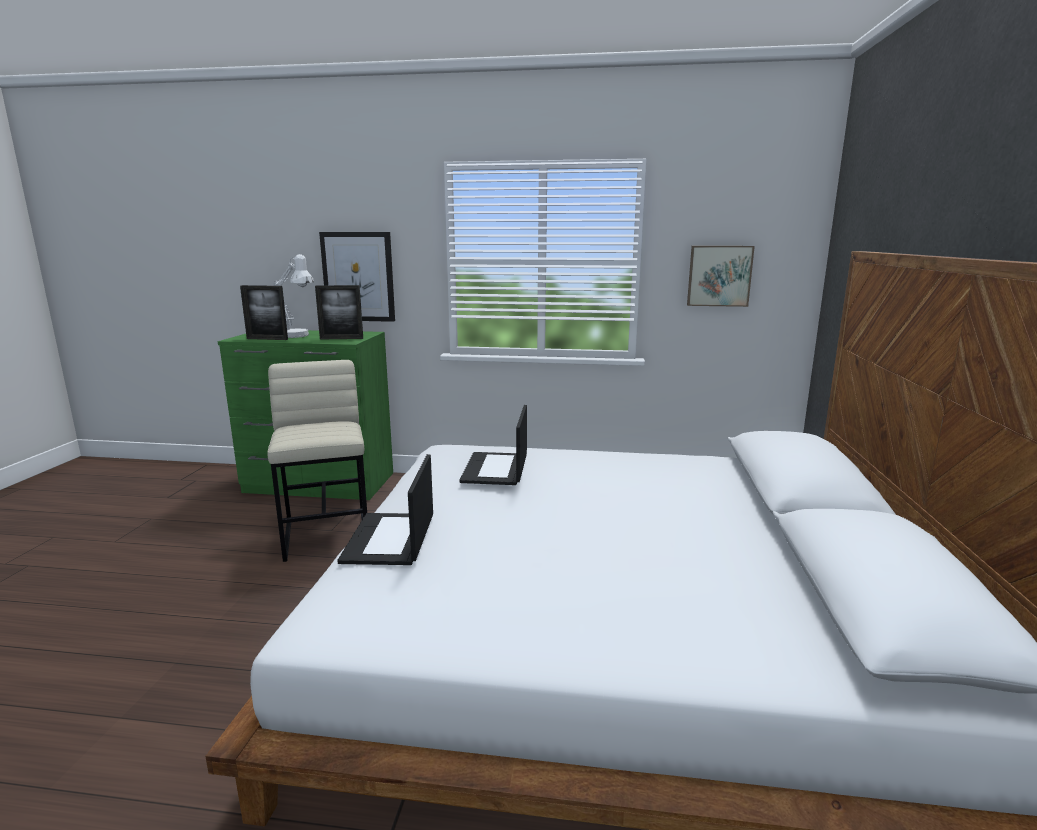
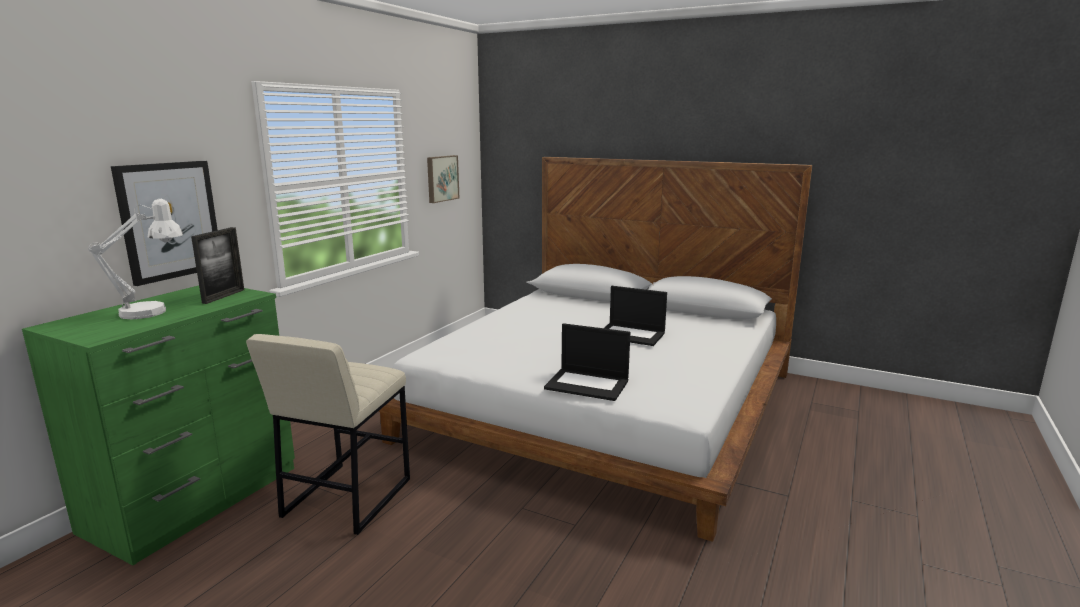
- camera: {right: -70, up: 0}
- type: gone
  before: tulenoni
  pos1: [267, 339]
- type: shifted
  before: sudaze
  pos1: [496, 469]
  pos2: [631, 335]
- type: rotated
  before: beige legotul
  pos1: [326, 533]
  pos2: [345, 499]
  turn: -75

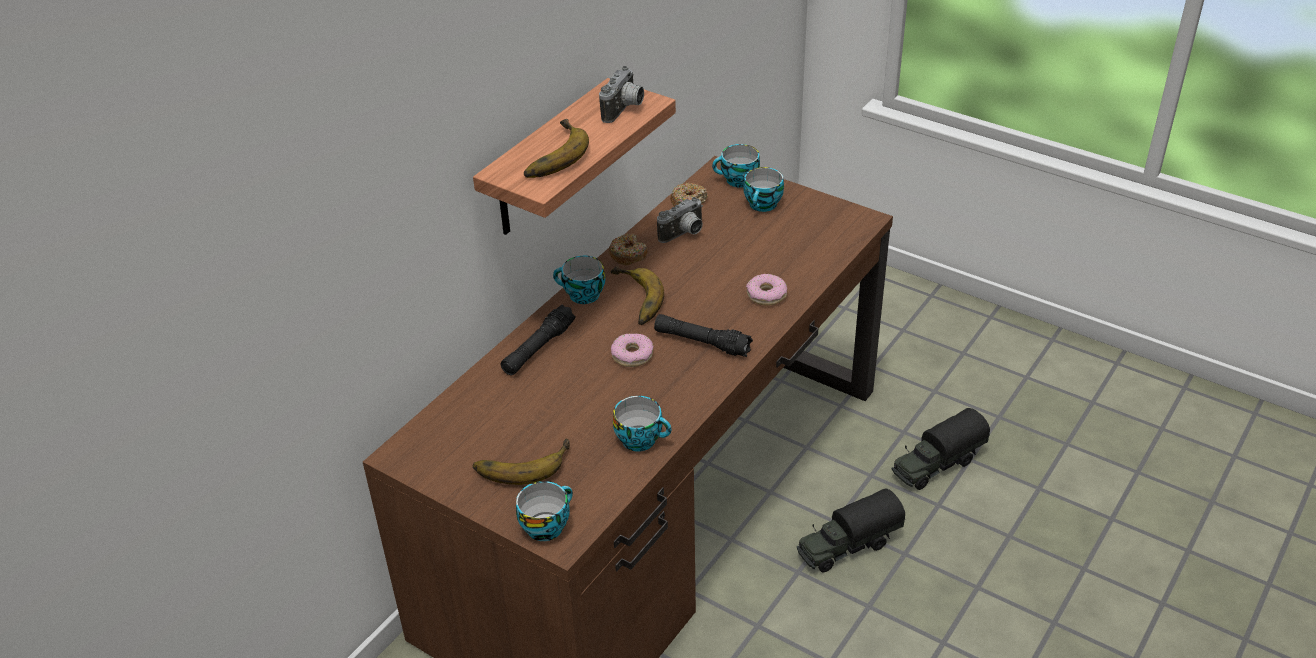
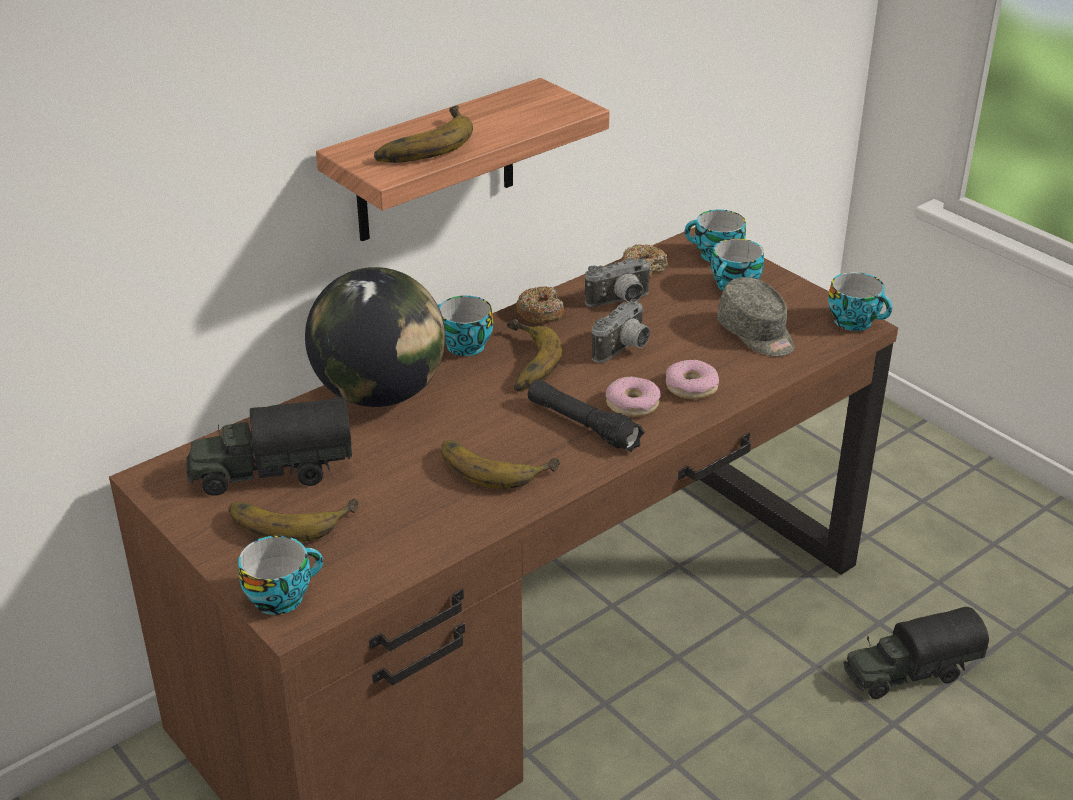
- camera: {right: 15, up: -5}
- type: new
  after: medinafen
  pos2: [496, 464]
- type: new
  after: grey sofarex
  pos2: [756, 334]
- type: shifted
  before: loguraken
  pos1: [625, 110]
  pos2: [624, 350]
- type: shifted
  before: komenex
  pos1: [632, 355]
  pos2: [632, 404]
- type: shifted
  before: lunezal
  pos1: [641, 439]
  pos2: [856, 321]
- type: shifted
  before: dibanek
  pos1: [847, 546]
  pos2: [271, 473]
- type: swapped
  before: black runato
  after: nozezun
  pos1: [538, 349]
  pos2: [380, 394]

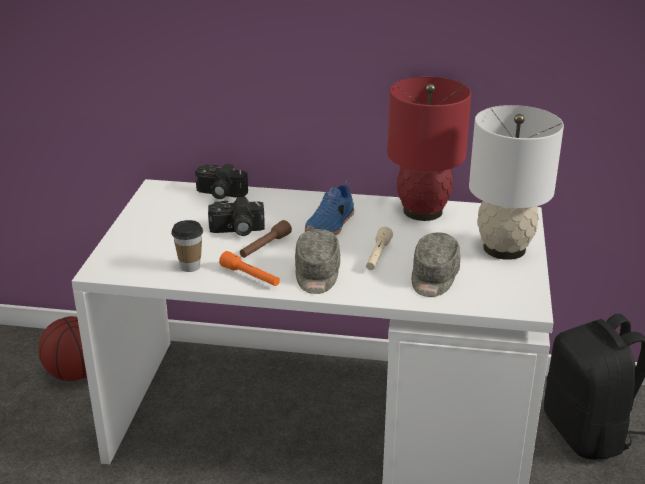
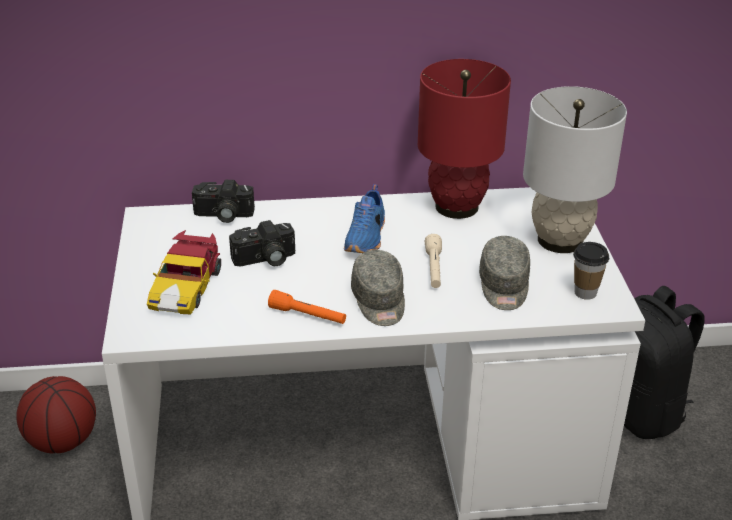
- camera: {right: -15, up: 5}
- type: gone
  before: brown runato
  pos1: [265, 246]
- type: new
  after: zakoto
  pos2: [186, 288]
- type: shifted
  before: lunezal
  pos1: [190, 266]
  pos2: [585, 293]

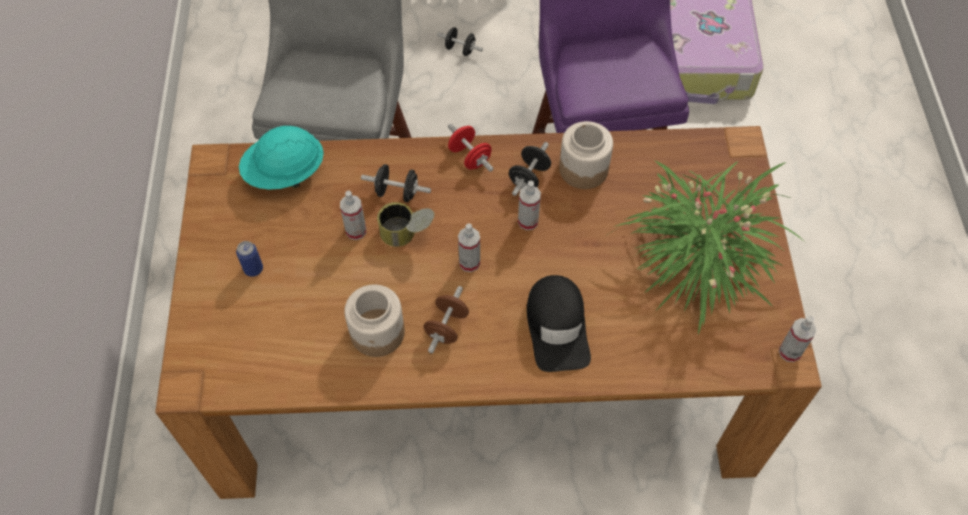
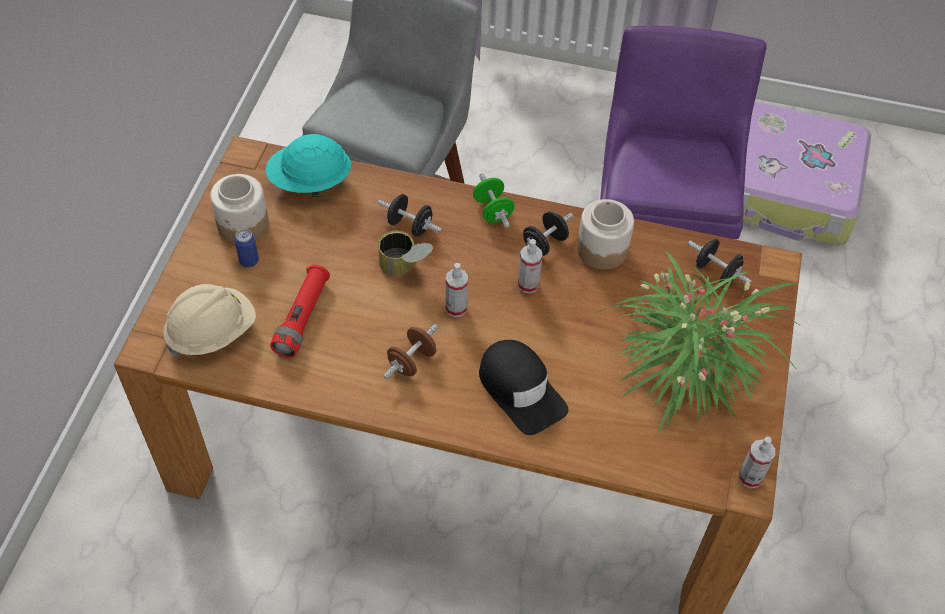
- camera: {right: 15, up: -5}
- type: gone
  before: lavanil
  pos1: [356, 231]
- type: new
  after: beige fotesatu
  pos2: [212, 332]
- type: new
  after: red runato
  pos2: [302, 318]
- type: shifted
  before: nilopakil
  pos1: [378, 333]
  pos2: [243, 225]
- type: shifted
  before: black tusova
  pos1: [460, 49]
  pos2: [716, 272]
- type: repainted
  before: red tusova
  after: green tusova
  pos1: [470, 157]
  pos2: [493, 211]
- type: rotated
  before: black sofarex
  pos1: [557, 327]
  pos2: [520, 390]
  turn: -45

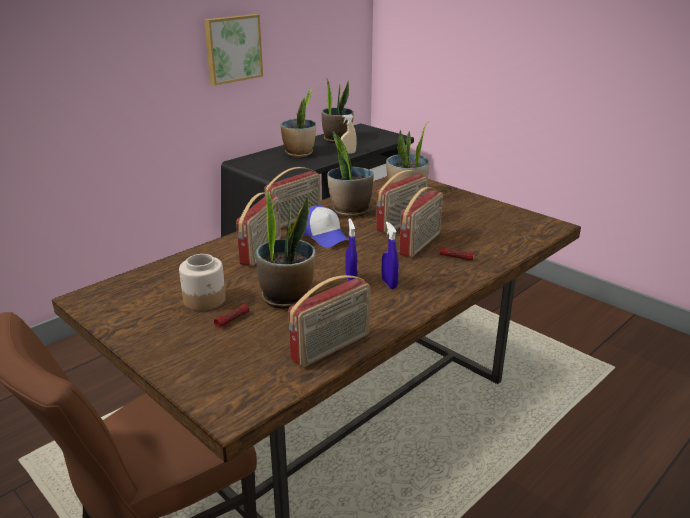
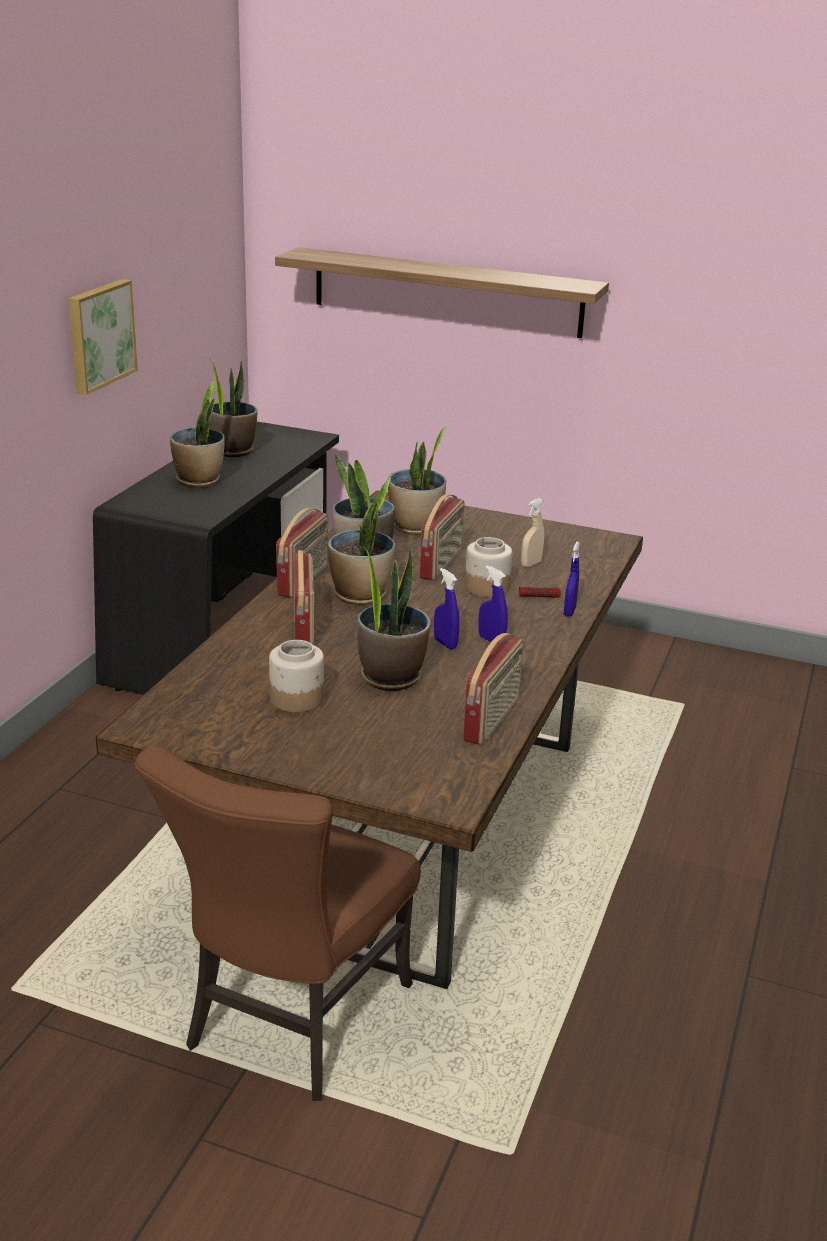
- camera: {right: -25, up: 0}
- type: gone
  before: runato
  pos1: [232, 320]
- type: new
  after: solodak
  pos2: [446, 292]
- type: new
  after: blue lavanil
  pos2: [569, 612]
- type: shifted
  before: beige lavanil
  pos1: [348, 153]
  pos2: [531, 564]
- type: swapped
  before: sofarex
  after: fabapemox
  pos1: [323, 235]
  pos2: [361, 595]
- type: swapped
  before: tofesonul
  after: nilopakil
  pos1: [421, 244]
  pos2: [486, 587]

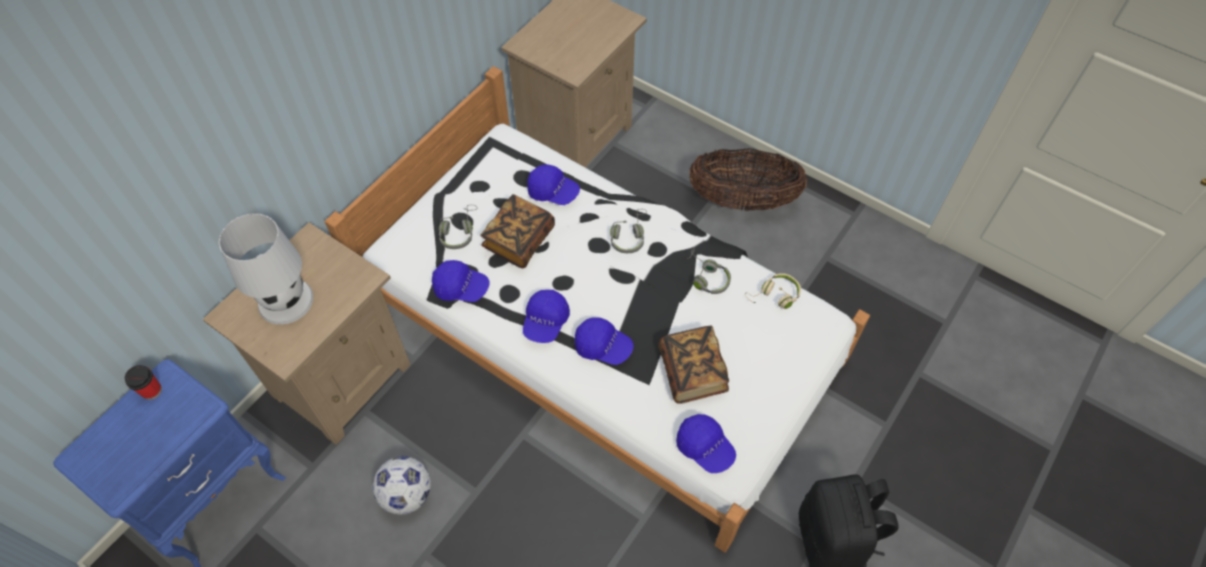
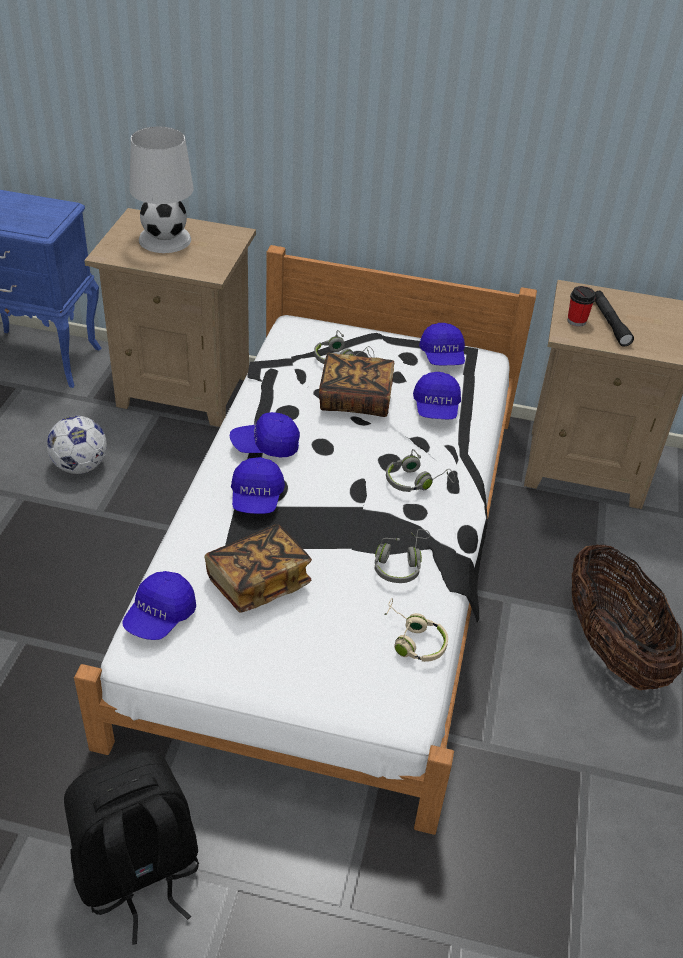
- camera: {right: 65, up: -15}
- type: new
  after: black runato
  pos2: [609, 323]
- type: shifted
  before: lunezal
  pos1: [152, 391]
  pos2: [576, 321]
- type: shifted
  before: blue sofarex
  pos1: [461, 287]
  pos2: [442, 357]

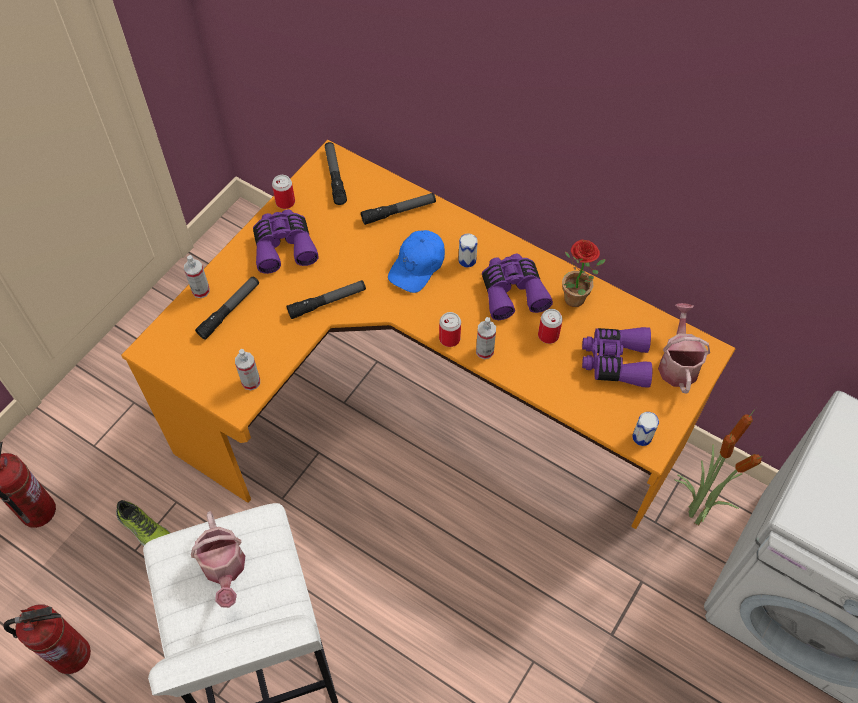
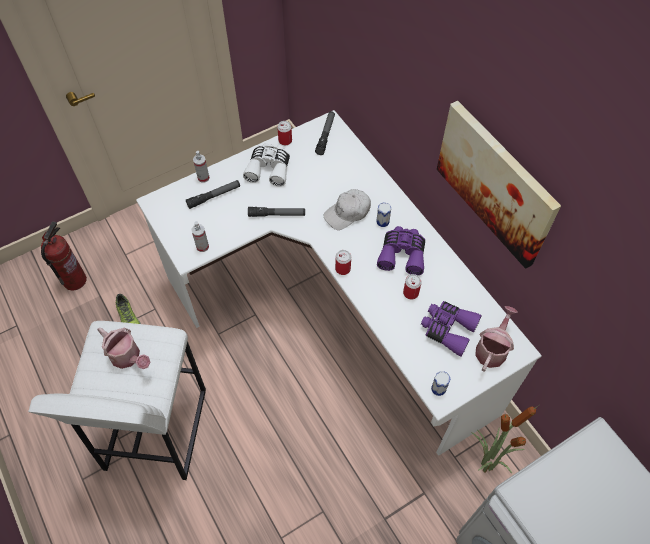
- camera: {right: 25, up: 0}
- type: gone
  before: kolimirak
  pos1: [72, 654]
- type: gone
  before: runato
  pos1: [399, 212]
- type: gone
  before: lavanil
  pos1: [484, 351]
- type: gone
  before: fabapemox
  pos1: [576, 302]
- type: new
  after: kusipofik
  pos2: [495, 183]
- type: repainted
  before: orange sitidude
  after: white sitidude
  pos1: [421, 407]
  pos2: [335, 312]
- type: repainted
  before: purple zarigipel
  after: white zarigipel
  pos1: [284, 246]
  pos2: [269, 168]
- type: repainted
  before: blue sofarex
  after: white sofarex
  pos1: [417, 266]
  pos2: [347, 213]
- type: rotated
  before: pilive
  pos1: [225, 569]
  pos2: [128, 357]
  turn: -60

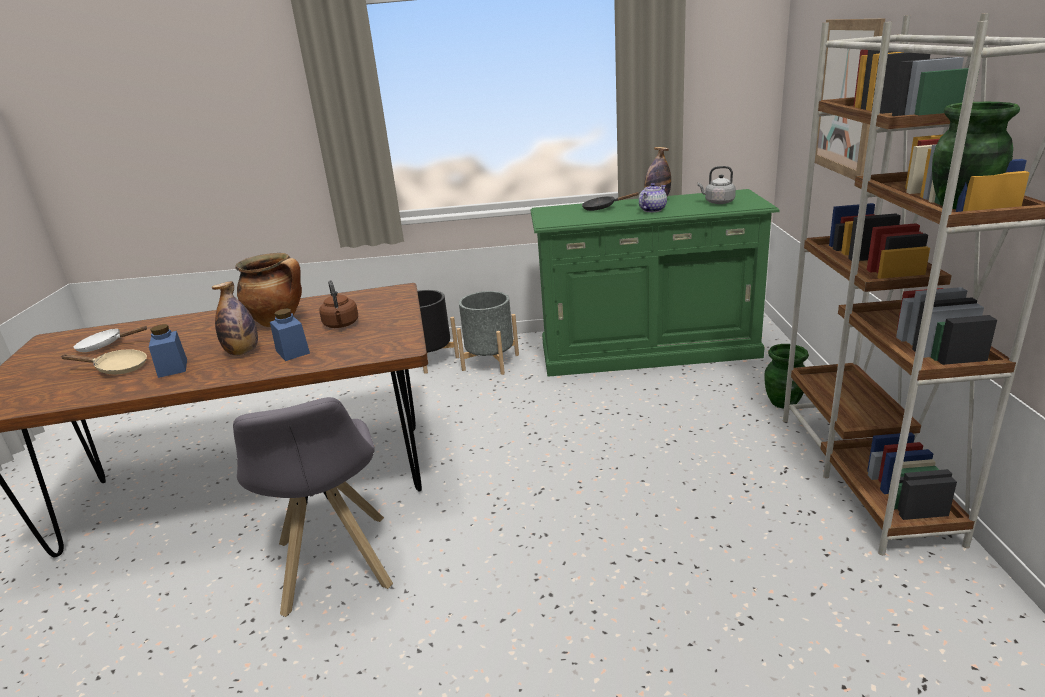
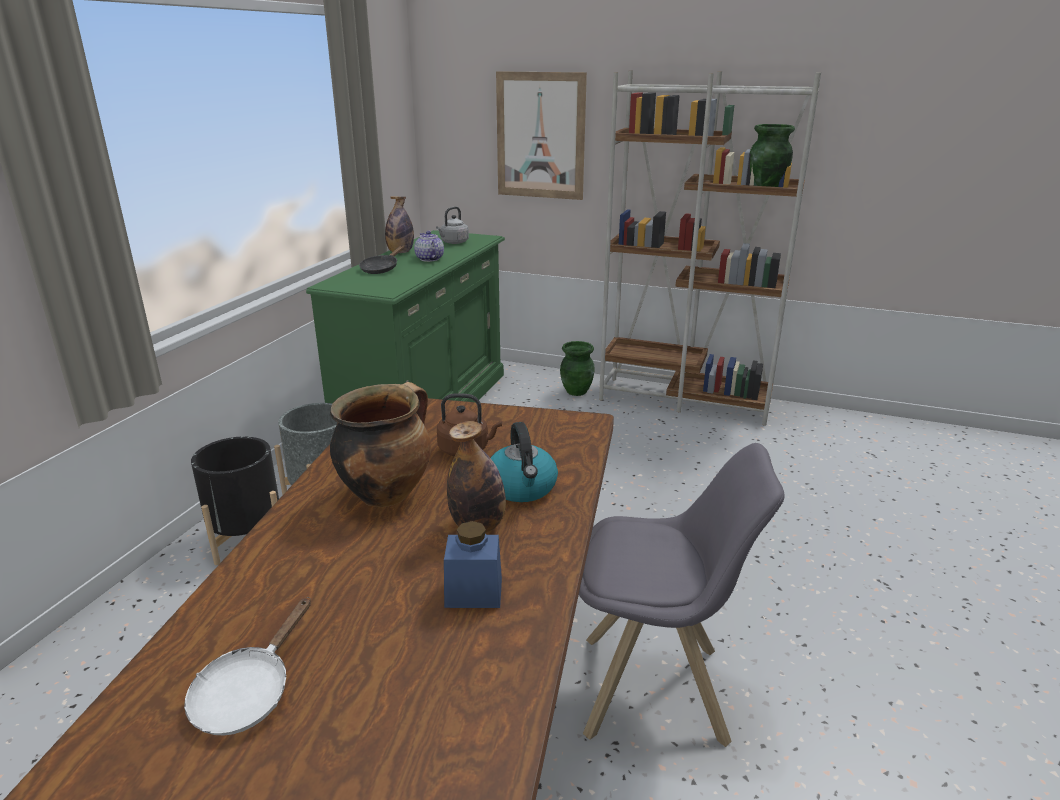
- camera: {right: -70, up: 0}
- type: gone
  before: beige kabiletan
  pos1: [117, 368]
- type: swapped
  before: blue nilopakil
  after: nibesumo
  pos1: [292, 352]
  pos2: [522, 487]

